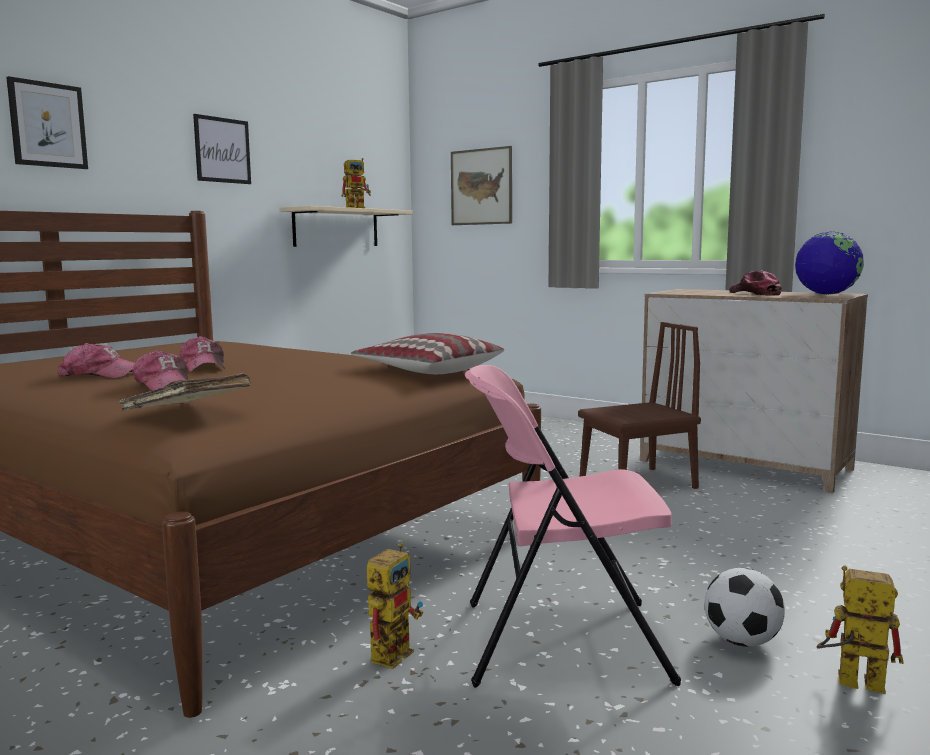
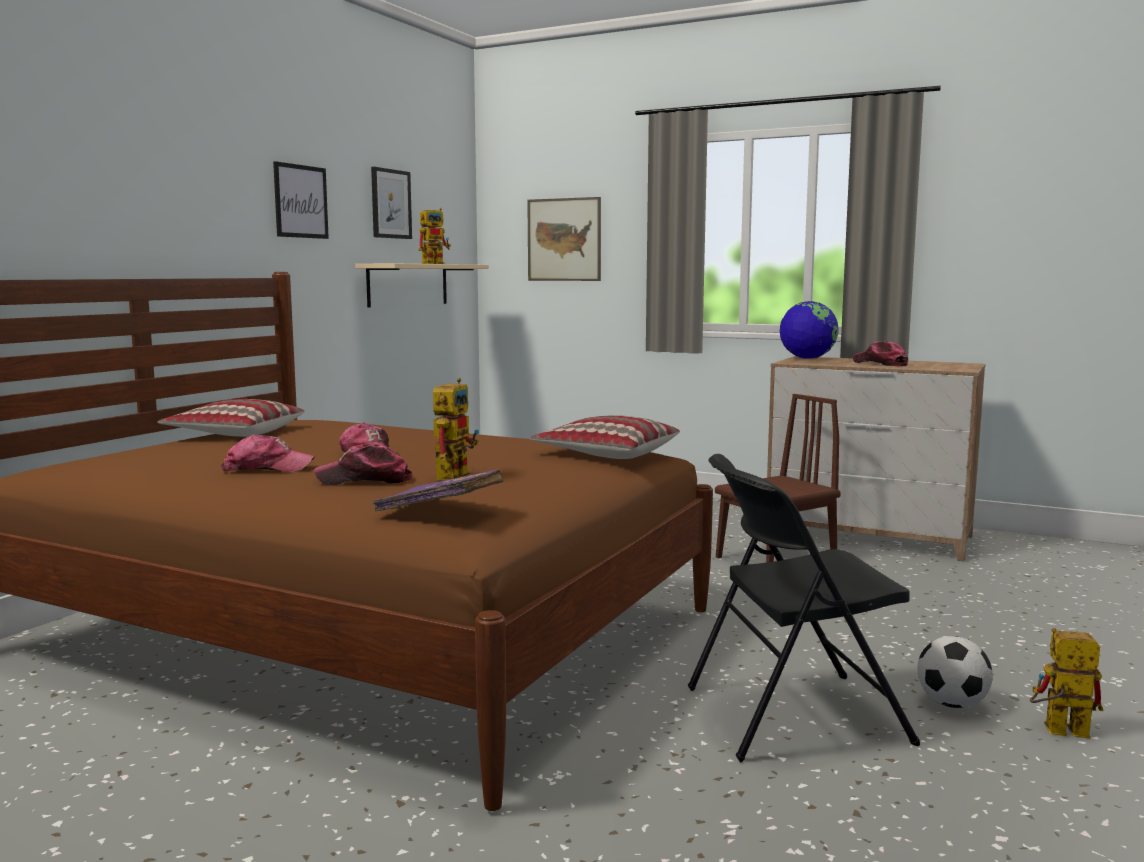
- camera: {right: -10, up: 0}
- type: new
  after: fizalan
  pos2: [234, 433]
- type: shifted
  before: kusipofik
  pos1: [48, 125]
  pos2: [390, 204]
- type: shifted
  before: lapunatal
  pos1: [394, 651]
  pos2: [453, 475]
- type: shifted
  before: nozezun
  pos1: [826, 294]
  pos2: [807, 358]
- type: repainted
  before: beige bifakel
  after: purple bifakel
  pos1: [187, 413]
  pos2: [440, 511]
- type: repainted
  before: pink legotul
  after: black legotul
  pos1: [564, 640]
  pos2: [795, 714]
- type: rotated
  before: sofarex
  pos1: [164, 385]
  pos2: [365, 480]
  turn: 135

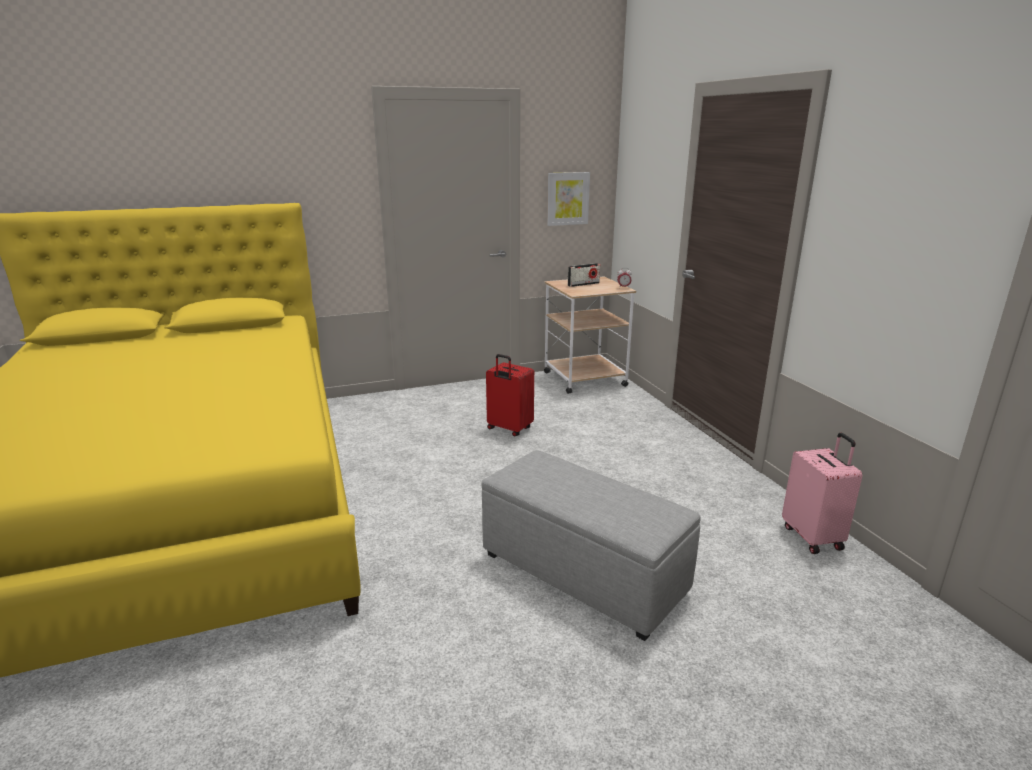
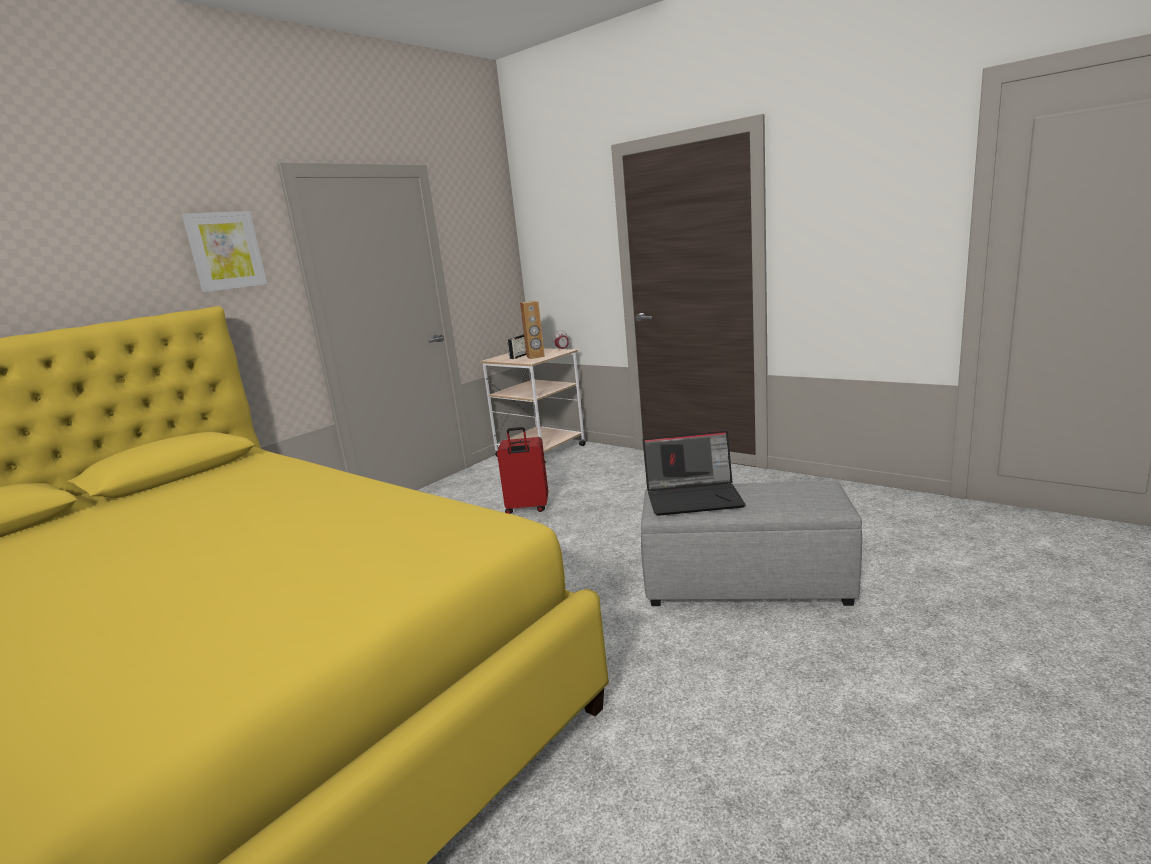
- camera: {right: -30, up: -5}
- type: gone
  before: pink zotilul
  pos1: [813, 537]
- type: new
  after: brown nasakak
  pos2: [535, 357]
- type: new
  after: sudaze
  pos2: [694, 497]
- type: shifted
  before: kusipofik
  pos1: [567, 198]
  pos2: [225, 251]

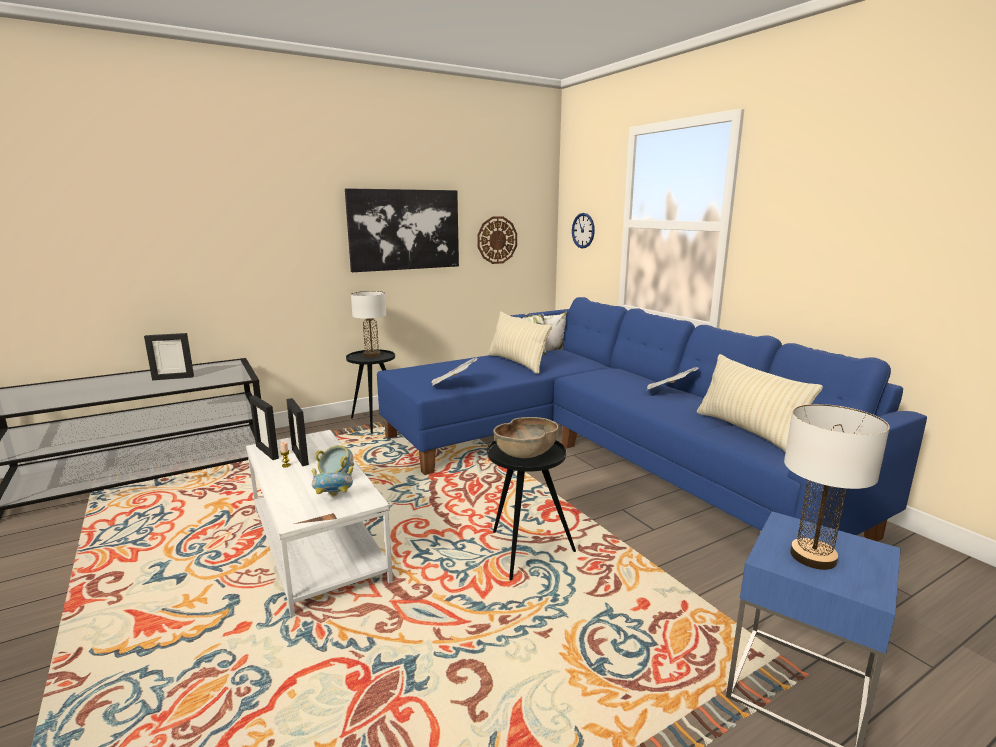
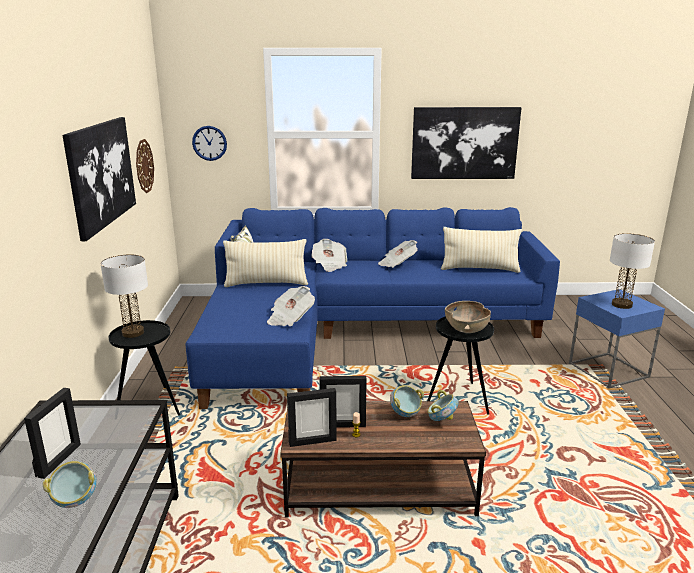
- camera: {right: -60, up: 5}
- type: new
  after: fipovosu
  pos2: [75, 501]
- type: new
  after: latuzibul
  pos2: [329, 265]
- type: new
  after: kusipofik
  pos2: [464, 143]
- type: repainted
  before: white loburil
  after: brown loburil
  pos1: [318, 543]
  pos2: [379, 487]

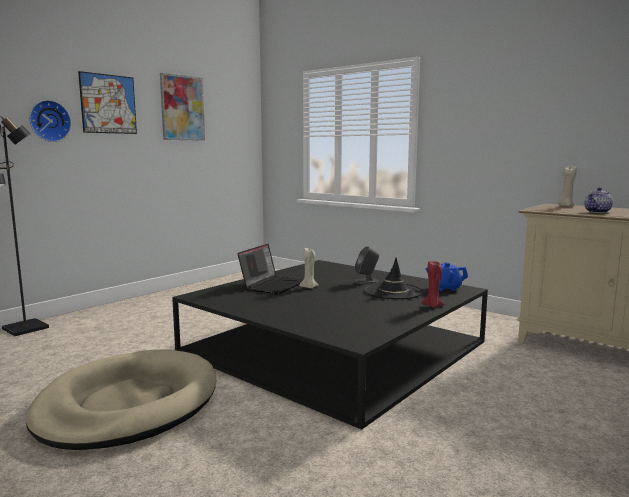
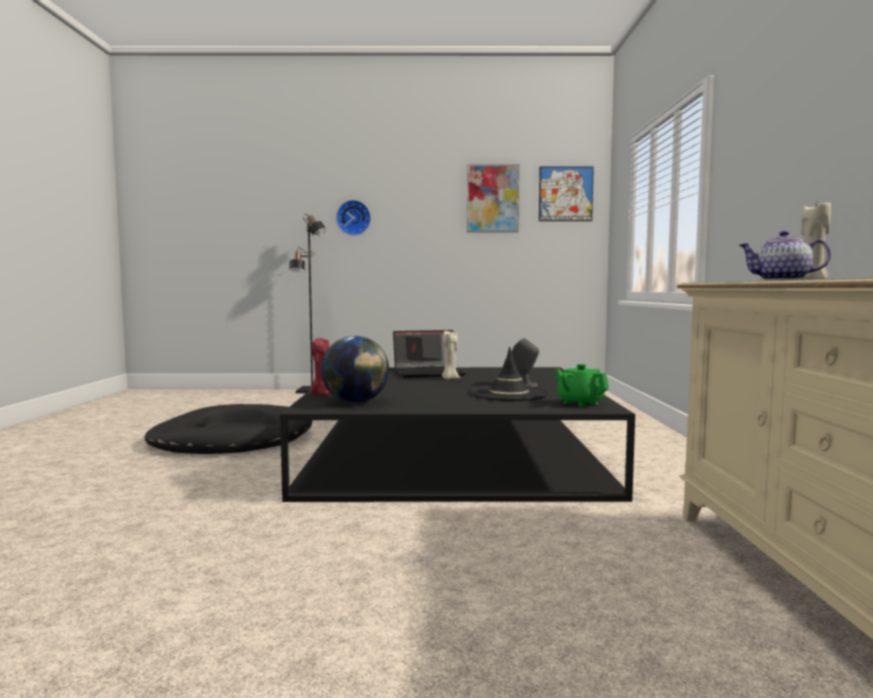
- camera: {right: 50, up: -5}
- type: new
  after: nozezun
  pos2: [356, 402]
- type: shifted
  before: kusipofik
  pos1: [108, 104]
  pos2: [565, 194]
- type: shifted
  before: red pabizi
  pos1: [433, 306]
  pos2: [320, 394]
- type: repainted
  before: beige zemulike
  after: black zemulike
  pos1: [128, 404]
  pos2: [232, 438]
- type: repainted
  before: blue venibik
  after: green venibik
  pos1: [445, 288]
  pos2: [580, 403]

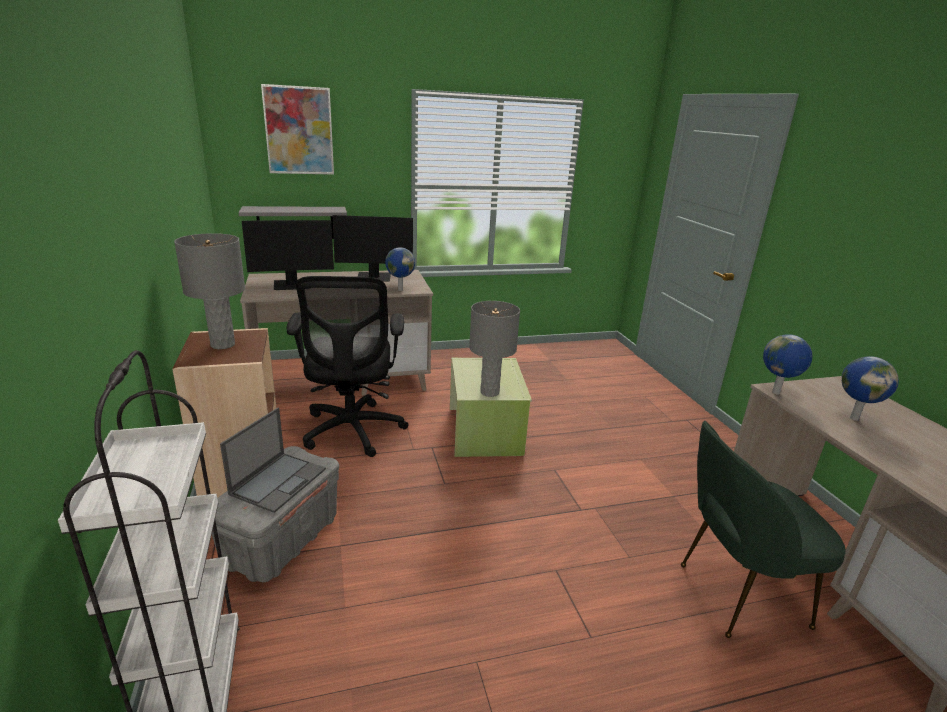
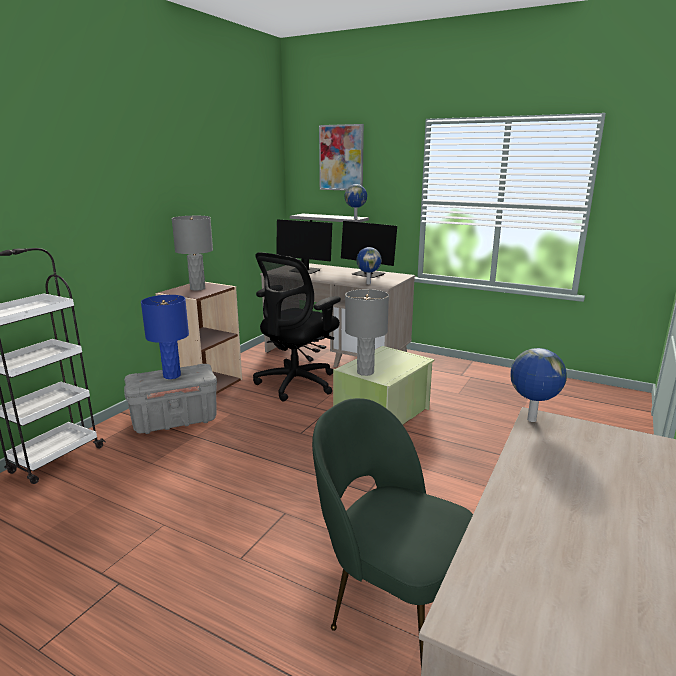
- camera: {right: 45, up: -5}
- type: shifted
  before: nozezun
  pos1: [854, 418]
  pos2: [356, 218]
- type: swapped
  before: sudaze
  after: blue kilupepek
  pos1: [279, 481]
  pos2: [172, 375]

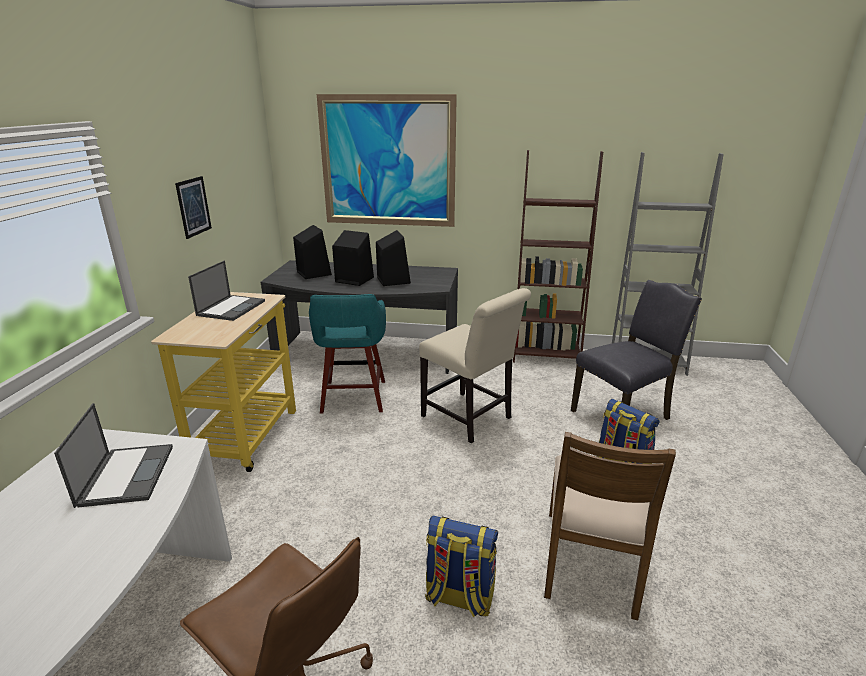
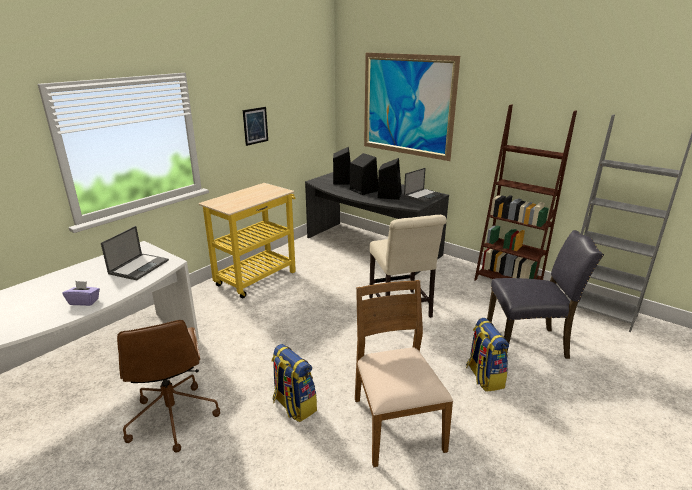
- camera: {right: 30, up: 0}
- type: gone
  before: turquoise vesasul
  pos1: [353, 398]
- type: new
  after: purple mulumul
  pos2: [84, 301]
- type: shifted
  before: sudaze
  pos1: [231, 308]
  pos2: [423, 195]
- type: rotated
  before: brown legotul
  pos1: [591, 562]
  pos2: [395, 423]
  turn: 120

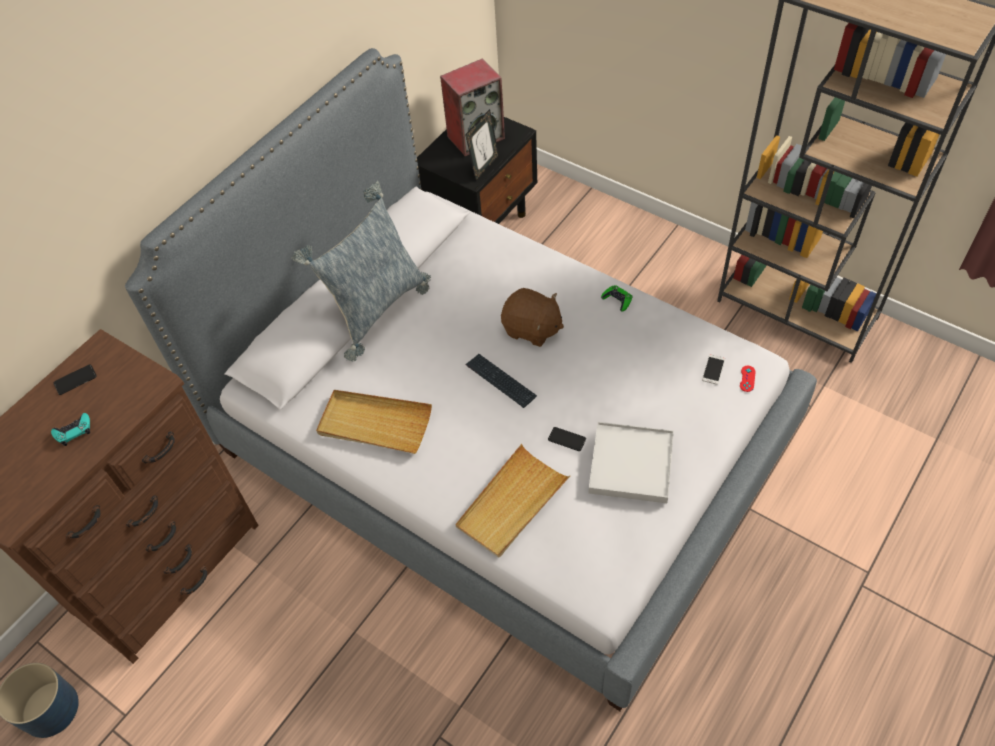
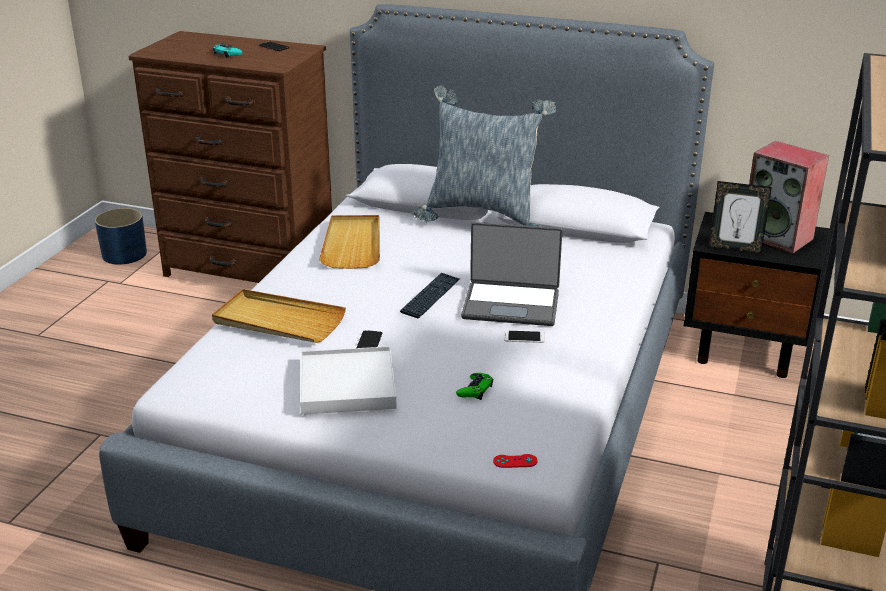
- camera: {right: 70, up: -25}
- type: shifted
  before: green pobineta
  pos1: [617, 300]
  pos2: [475, 390]
- type: shifted
  before: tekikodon
  pos1: [713, 369]
  pos2: [524, 337]
- type: swapped
  before: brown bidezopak
  after: sudaze
  pos1: [531, 329]
  pos2: [511, 304]

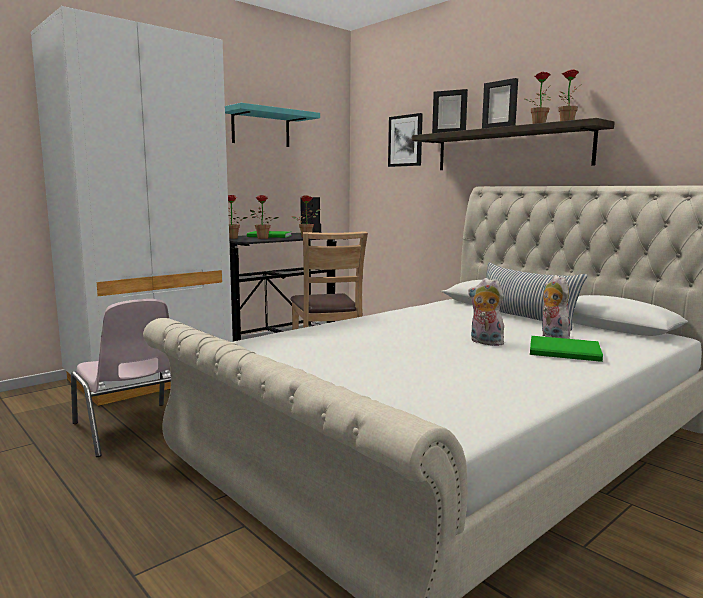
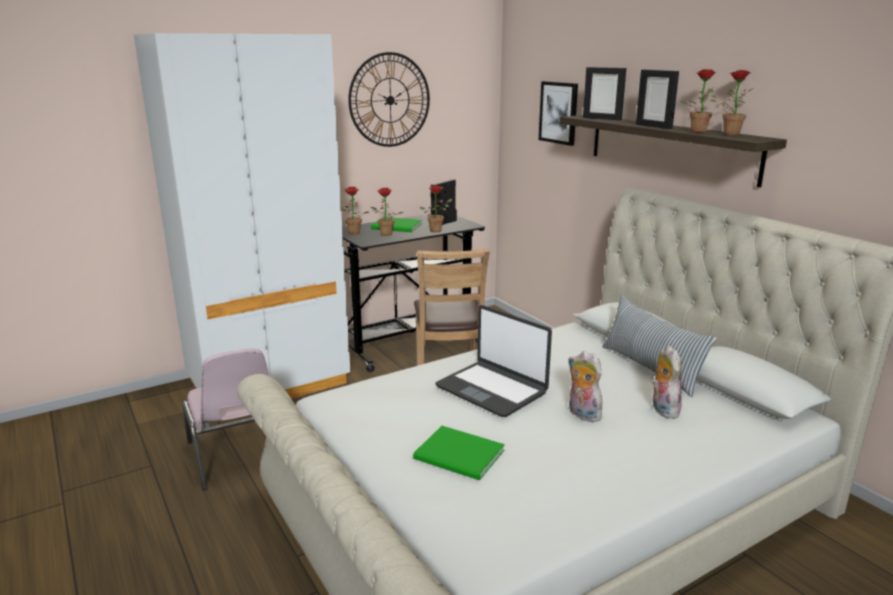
- camera: {right: 10, up: 10}
- type: new
  after: sudaze
  pos2: [492, 389]
- type: shifted
  before: green bifakel
  pos1: [566, 352]
  pos2: [460, 456]
- type: swapped
  before: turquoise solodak
  after: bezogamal
  pos1: [261, 128]
  pos2: [390, 100]

